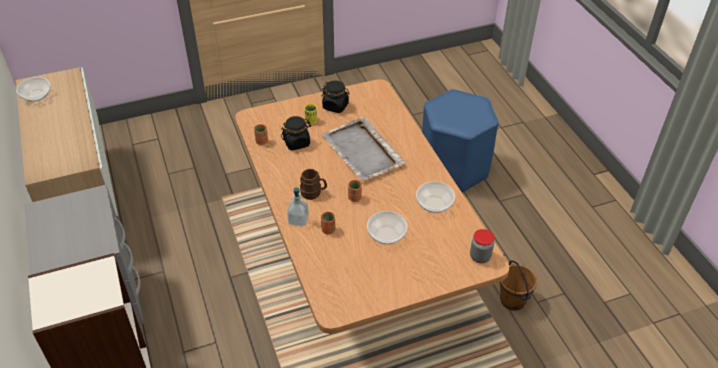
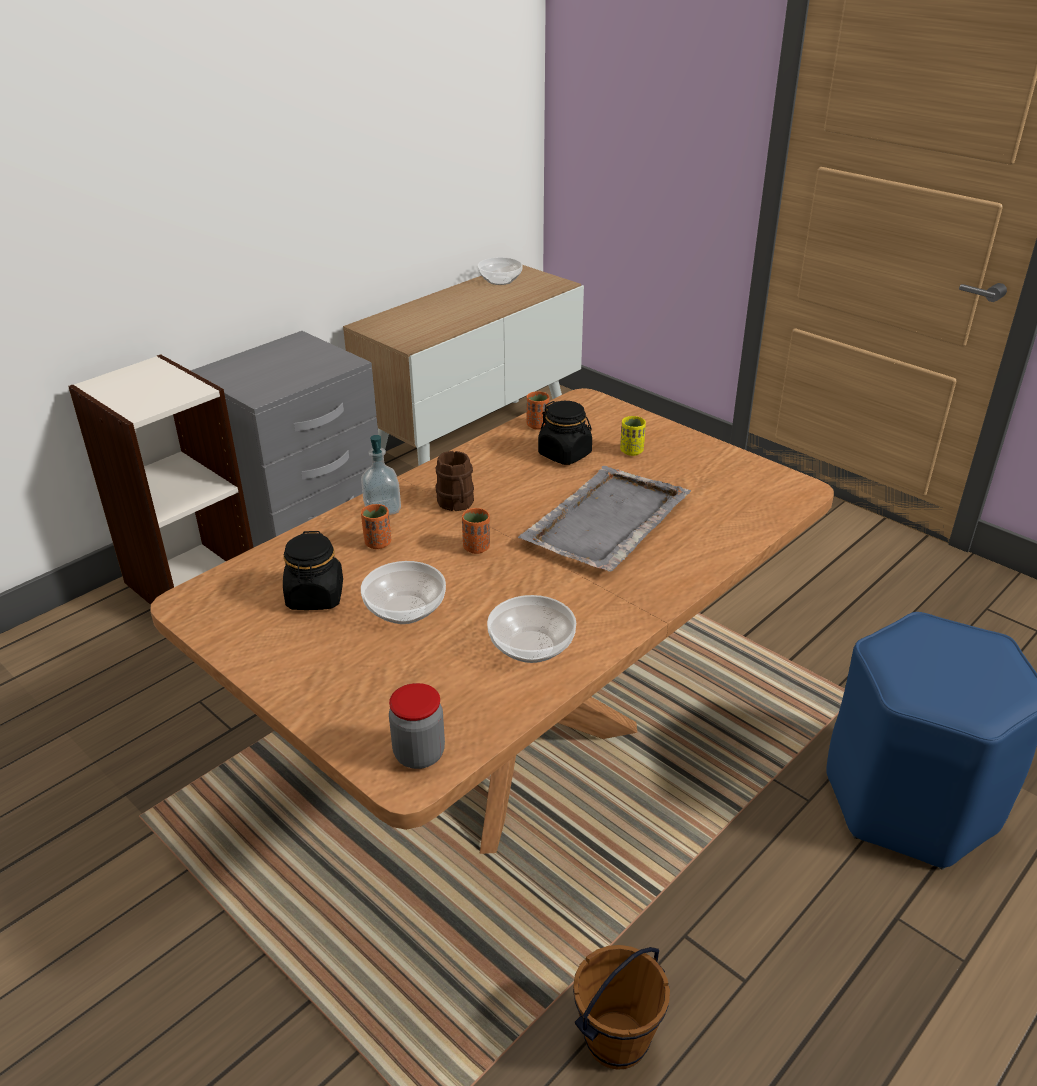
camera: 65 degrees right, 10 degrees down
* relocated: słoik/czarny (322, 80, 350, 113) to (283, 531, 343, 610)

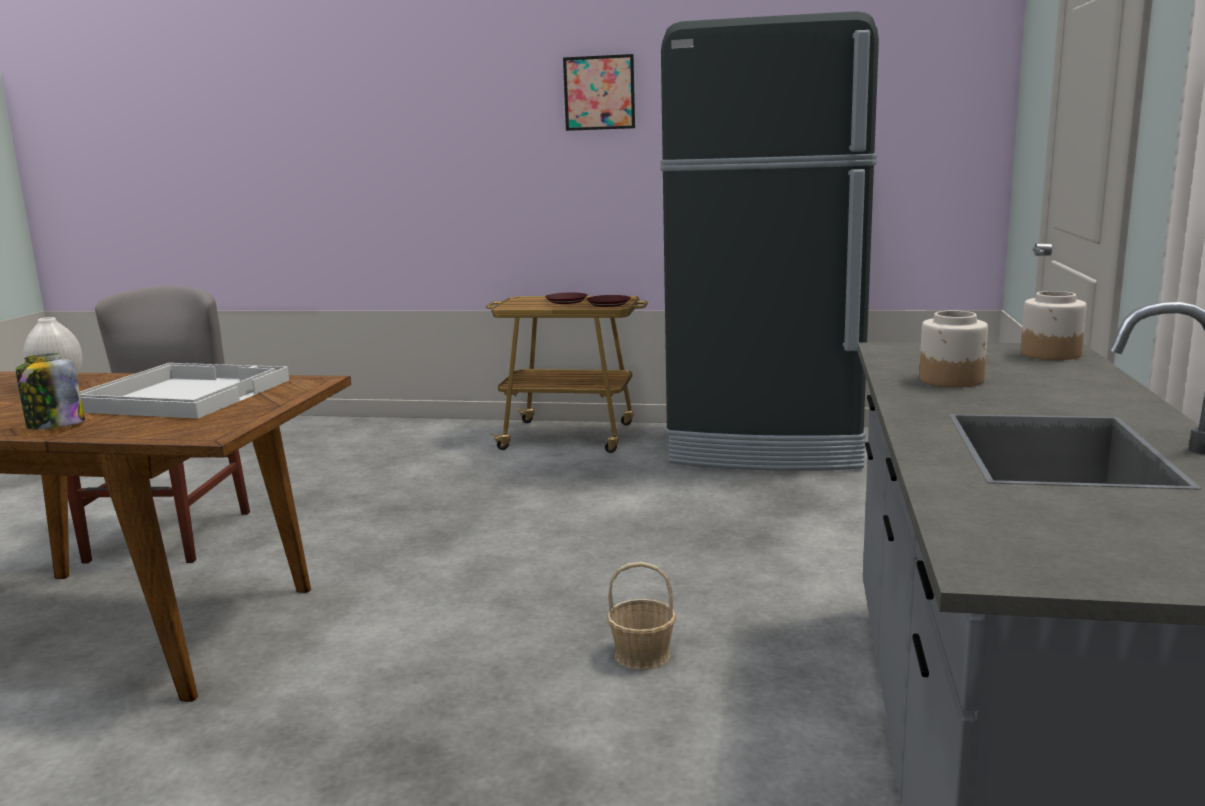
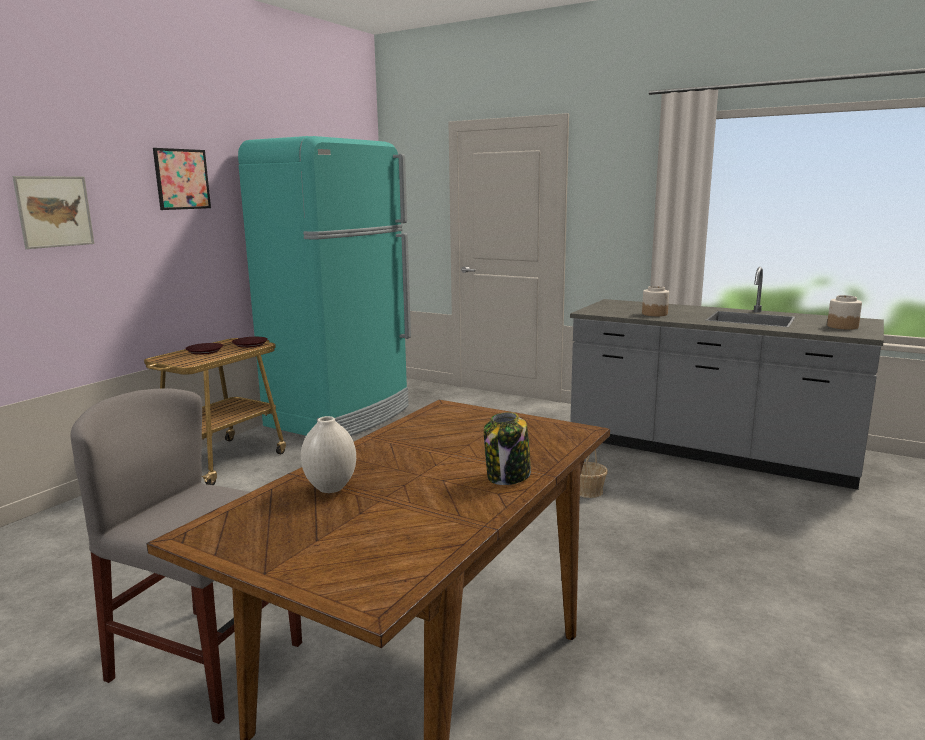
camera: 70 degrees left, 0 degrees up
* appeared: obraz (12, 176, 94, 249)
* colour: lodówka/czarny (660, 11, 879, 471) to lodówka/turkusowy (238, 136, 411, 436)
* relocated: słoik (1021, 291, 1087, 360) to (827, 295, 862, 330)
* missing: taca/biały (80, 363, 289, 419)

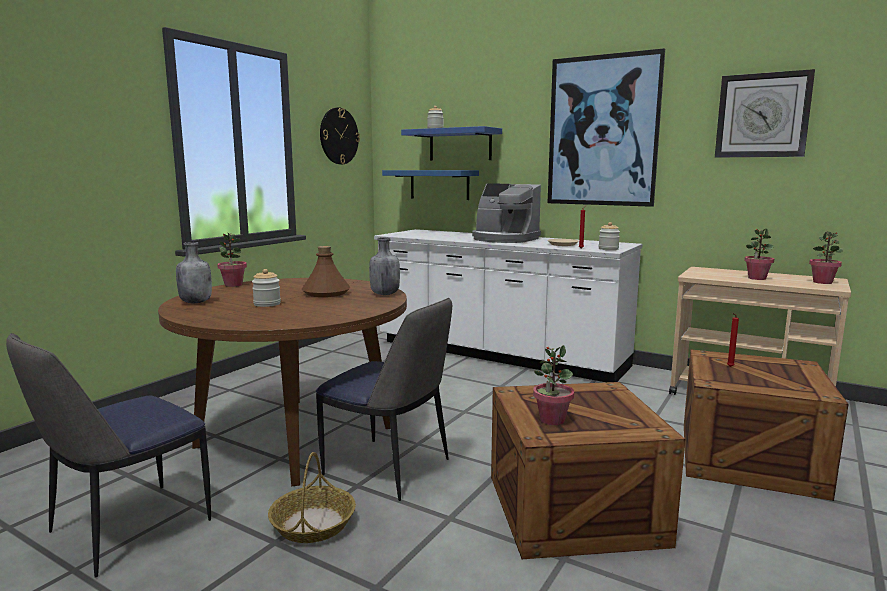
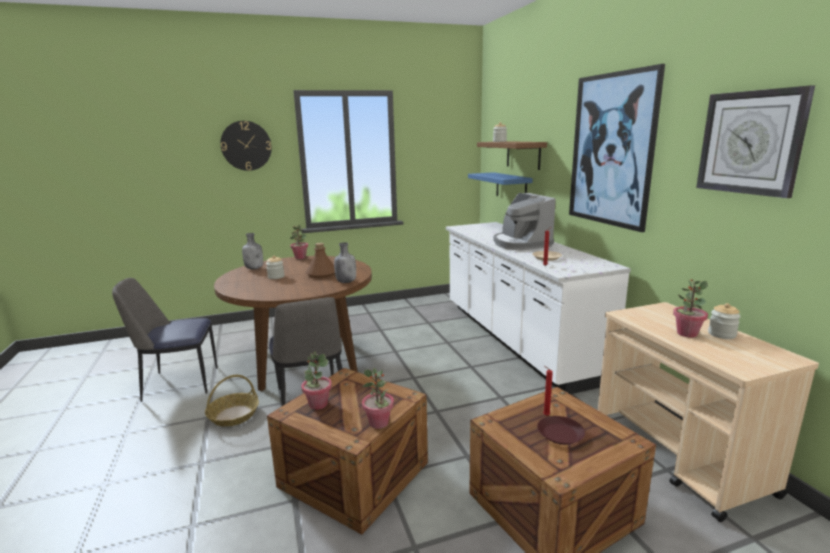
camera: 40 degrees right, 5 degrees up
* relocated: zegar ścienny (320, 107, 360, 164) to (220, 121, 272, 171)
* relocated: roślina doniczkowa (809, 231, 843, 284) to (362, 368, 394, 429)
* colour: półka/niebieski (401, 126, 502, 161) to półka/brązowy (477, 141, 547, 170)
* appeared: talerz/brązowy (537, 416, 585, 445)
* relocated: słoik (598, 222, 620, 250) to (708, 303, 741, 339)

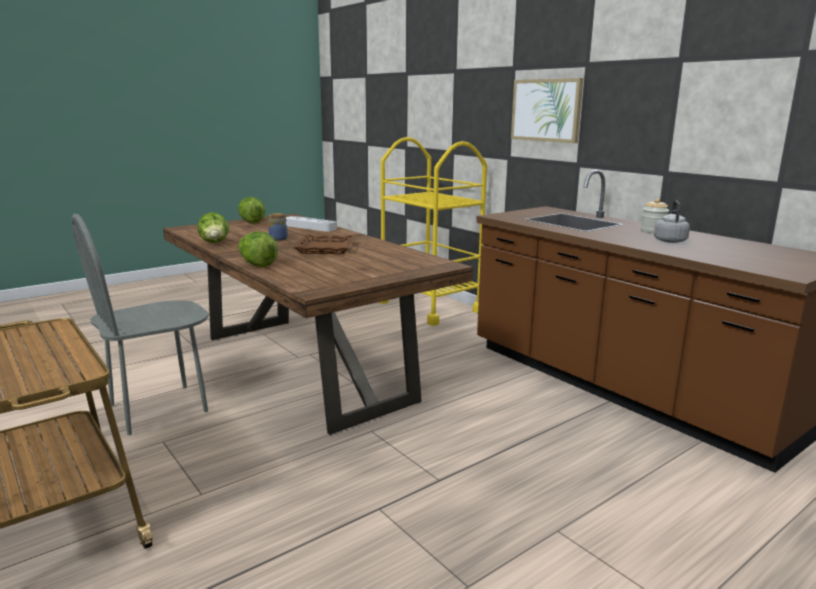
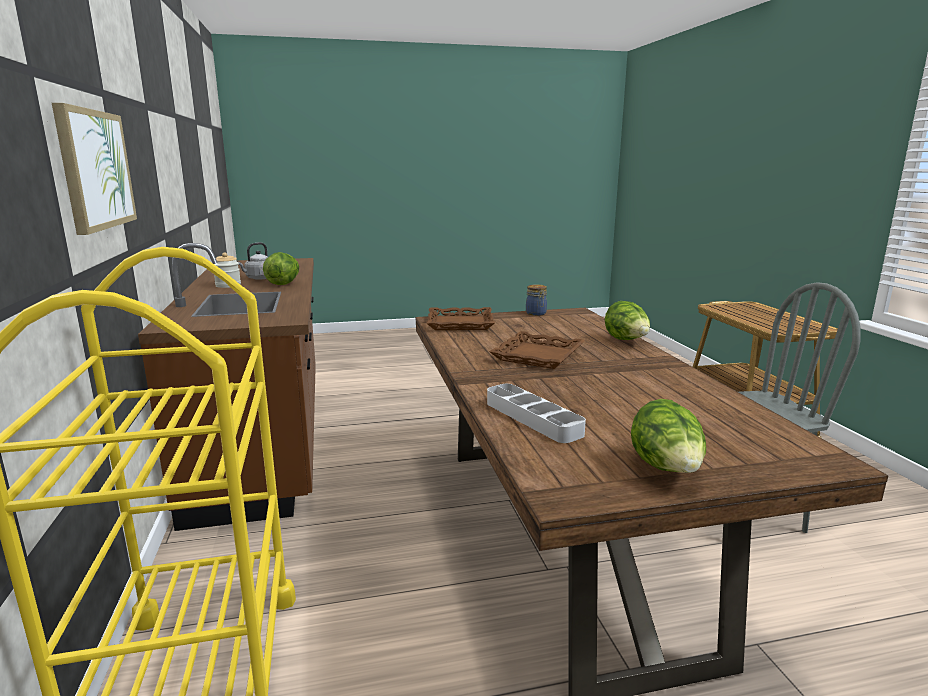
camera: 155 degrees left, 0 degrees up
* relocated: sałata (197, 212, 229, 243) to (263, 252, 299, 285)
* appeared: taca/brązowy (426, 307, 495, 330)
* relocated: słoik (268, 213, 288, 241) to (526, 284, 547, 316)

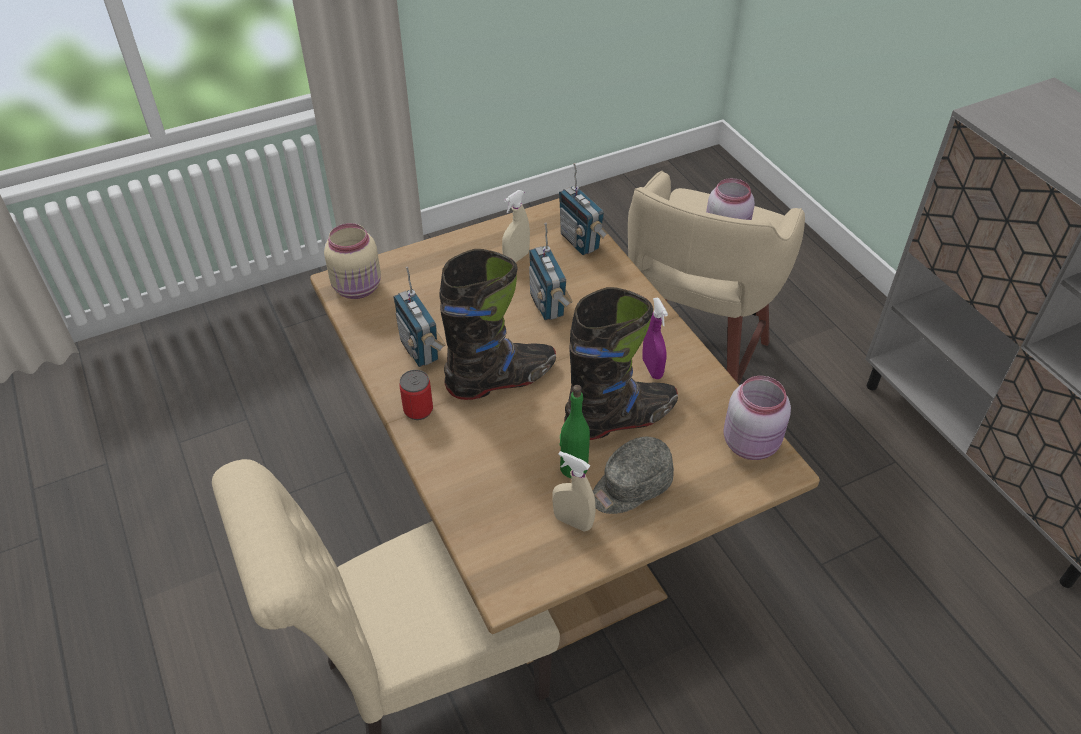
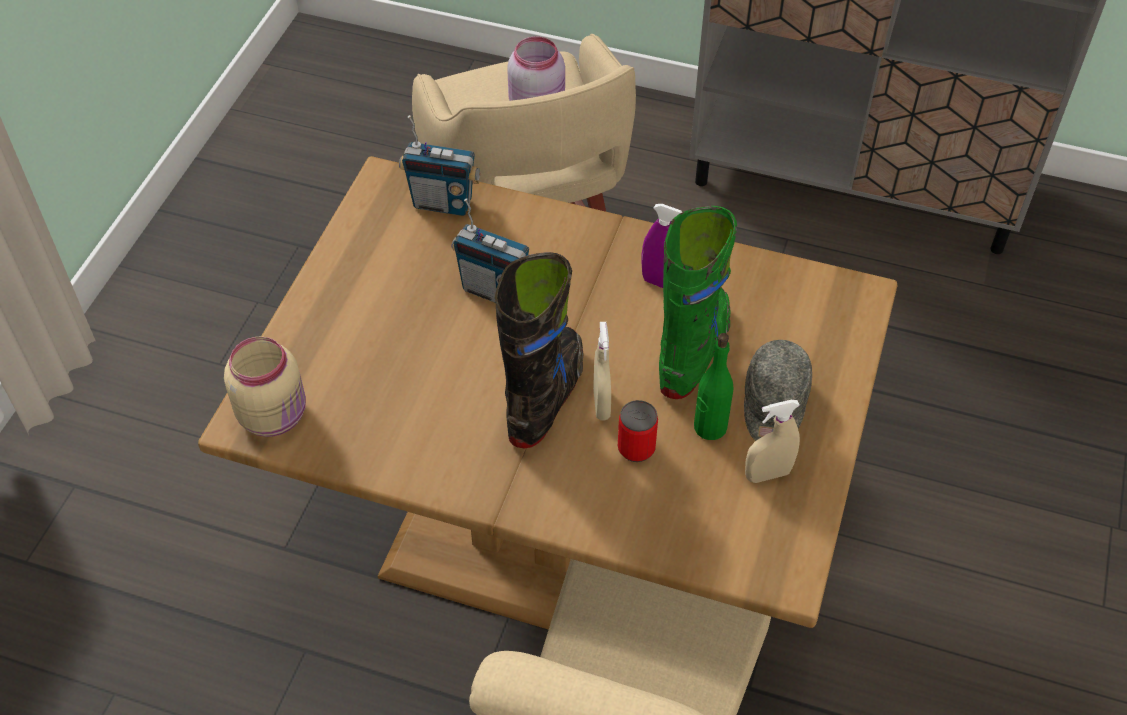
camera: 45 degrees left, 5 degrees up
* relocated: spryskiwacz/beżowy (502, 190, 530, 263) to (593, 322, 611, 421)
* relocated: puszka (399, 370, 433, 420) to (618, 400, 658, 462)
* colour: but z cholewką/czarny (564, 287, 678, 440) to but z cholewką/zielony (659, 206, 737, 399)
* missing: radio (393, 267, 446, 367)
* missing: słoik/różowy (723, 376, 791, 460)

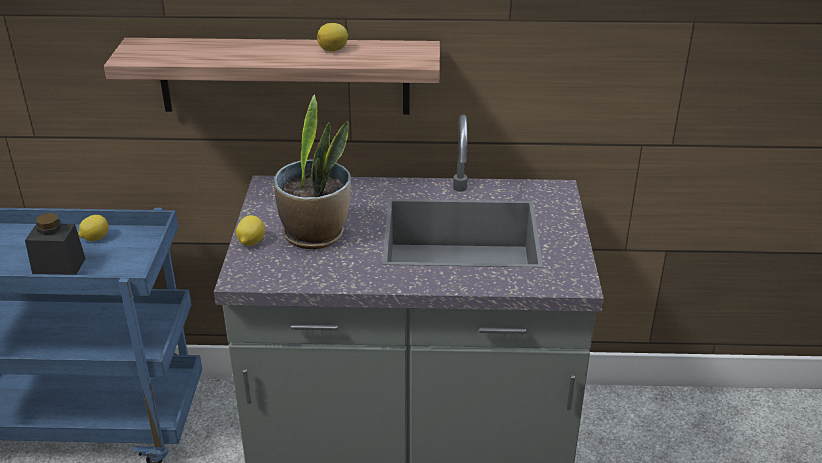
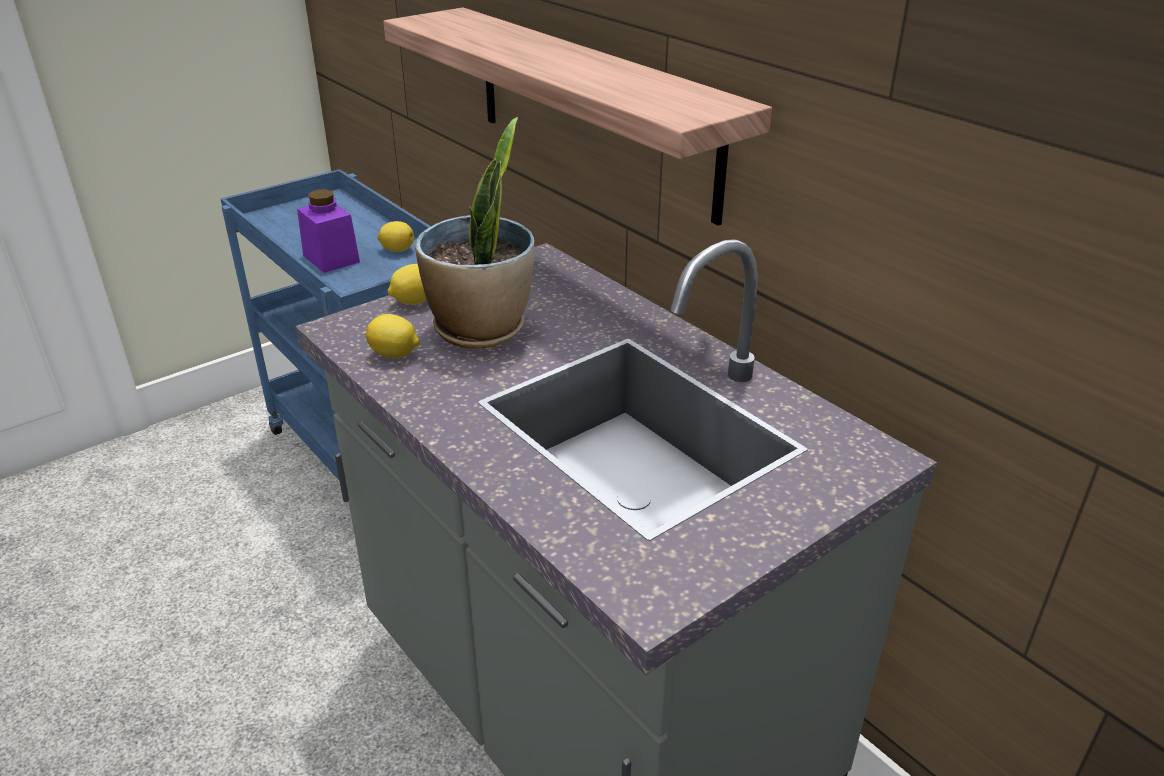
camera: 50 degrees right, 0 degrees up
* colour: słoik/czarny (25, 213, 86, 275) to słoik/fioletowy (297, 189, 360, 273)
* relocated: cytryna (317, 23, 348, 51) to (366, 314, 420, 358)

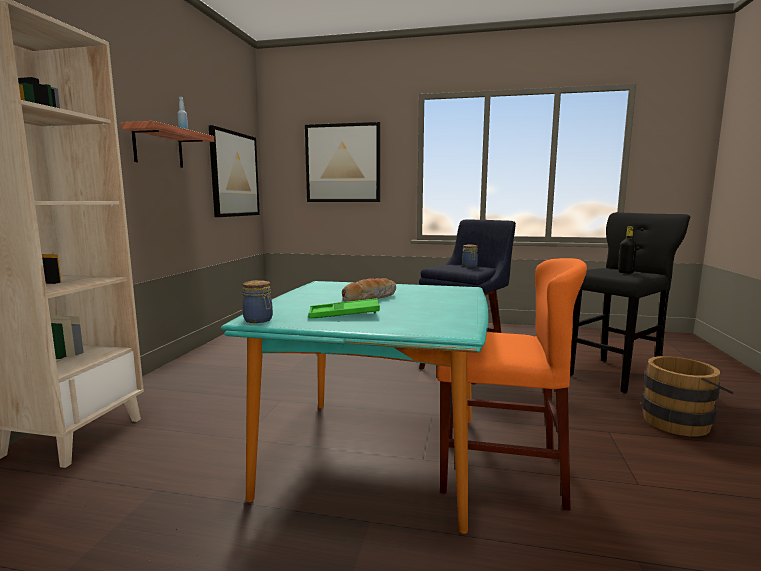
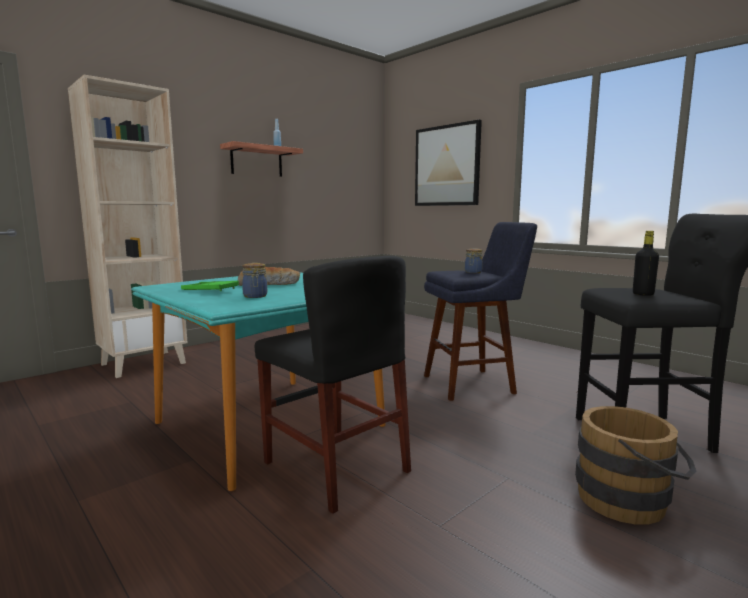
camera: 35 degrees right, 0 degrees up
* relocated: słoik (242, 280, 273, 323) to (242, 263, 267, 298)
* colour: krzesło/pomarańczowy (437, 258, 587, 511) to krzesło/czarny (255, 256, 411, 514)
* missing: obraz (209, 125, 260, 217)

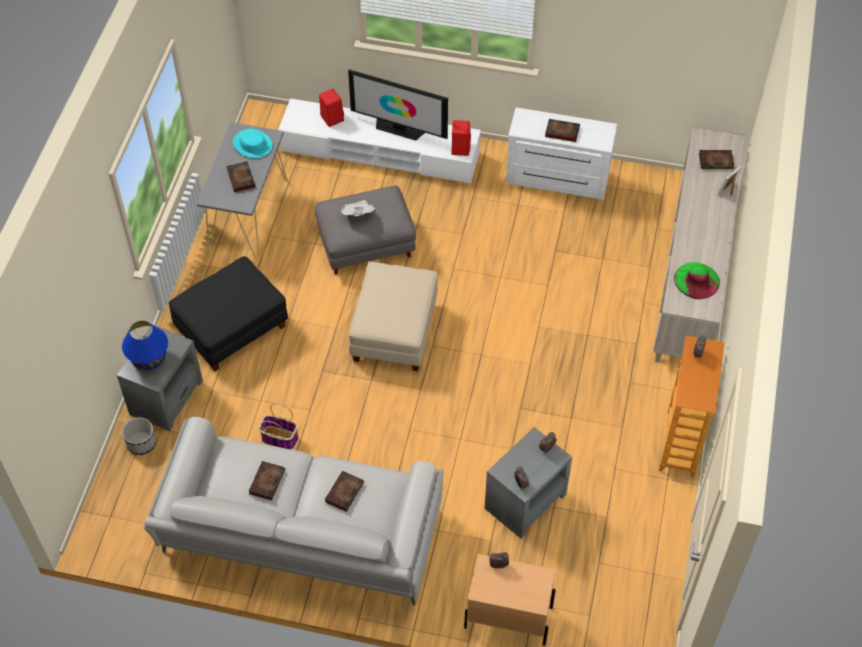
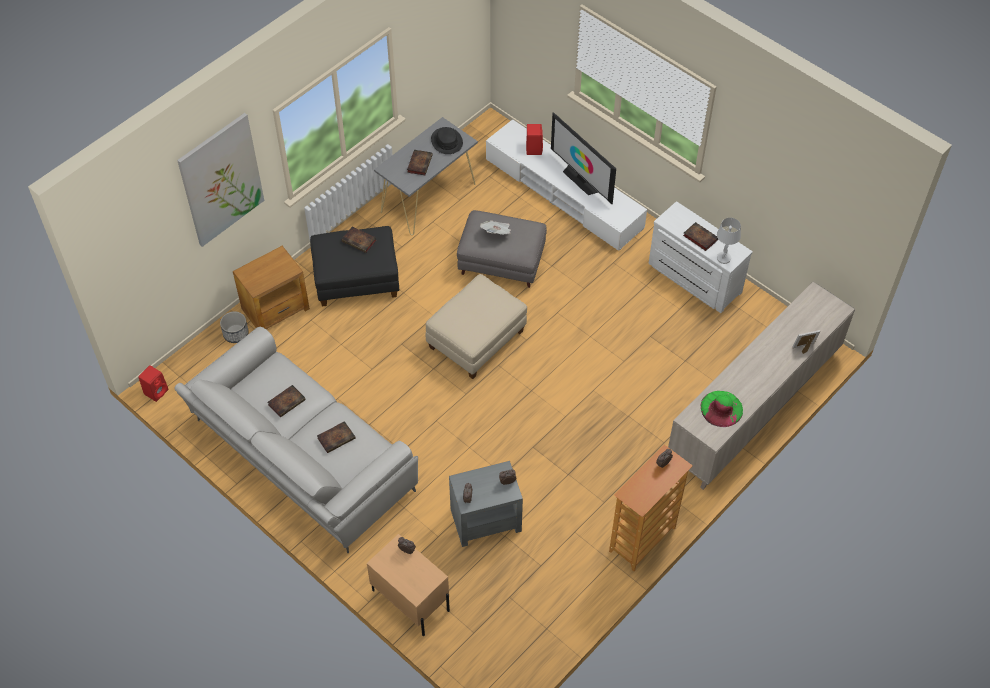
camera: 30 degrees right, 0 degrees up
* relocated: głośnik/czerwony (451, 120, 471, 156) to (138, 365, 168, 402)
* appeared: obraz (177, 113, 264, 247)
* colour: stolik/szary (117, 324, 203, 431) to stolik/brązowy (233, 246, 310, 329)
* relocated: książka (699, 150, 734, 169) to (342, 226, 377, 253)
* colour: kapelusz/turkusowy (233, 129, 273, 158) to kapelusz/czarny (431, 127, 463, 154)
* appeared: lampa stołowa/biały (717, 218, 741, 264)
* missing: lampa stołowa/niebieski (122, 321, 168, 370)
* missing: koszyk (259, 404, 298, 449)

